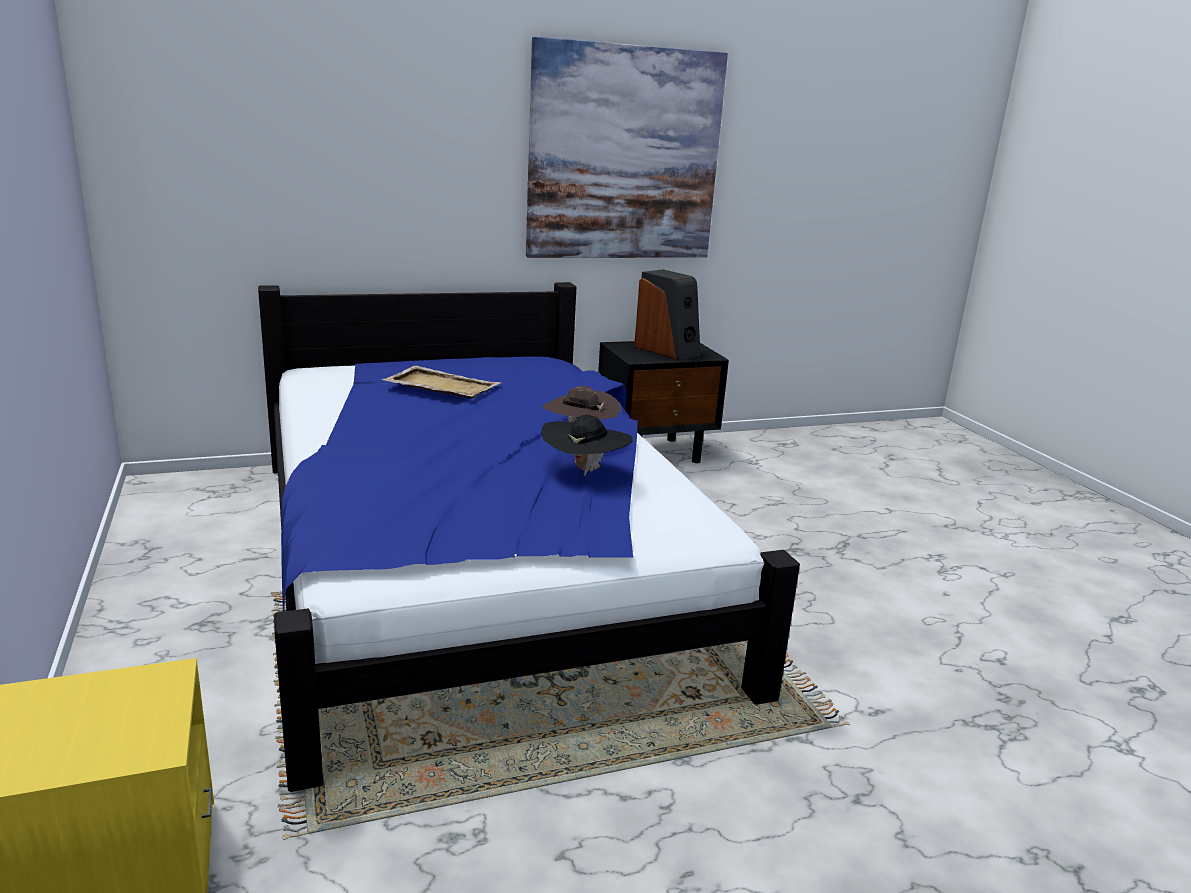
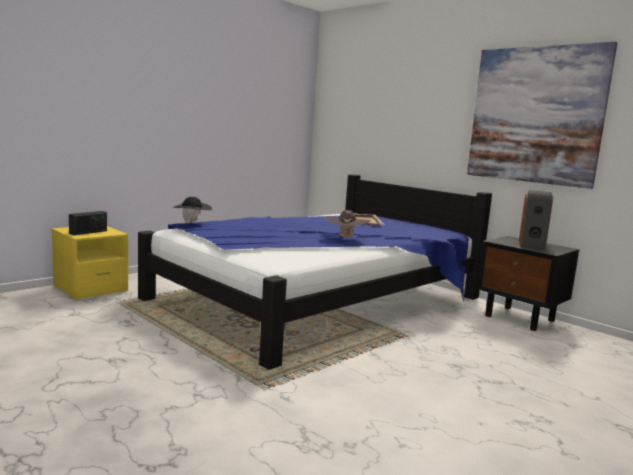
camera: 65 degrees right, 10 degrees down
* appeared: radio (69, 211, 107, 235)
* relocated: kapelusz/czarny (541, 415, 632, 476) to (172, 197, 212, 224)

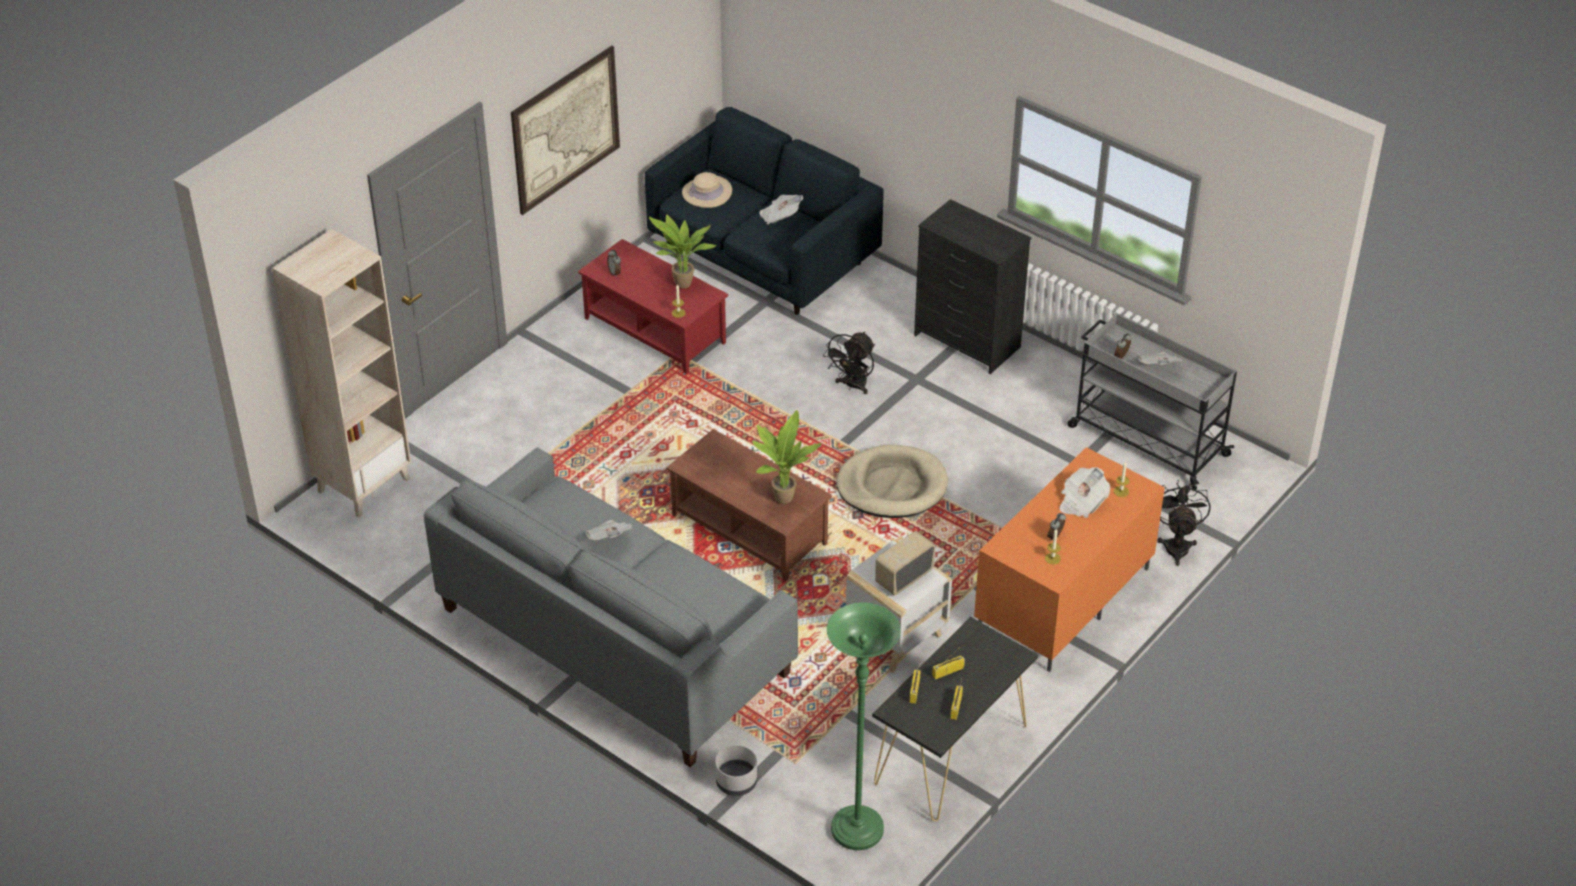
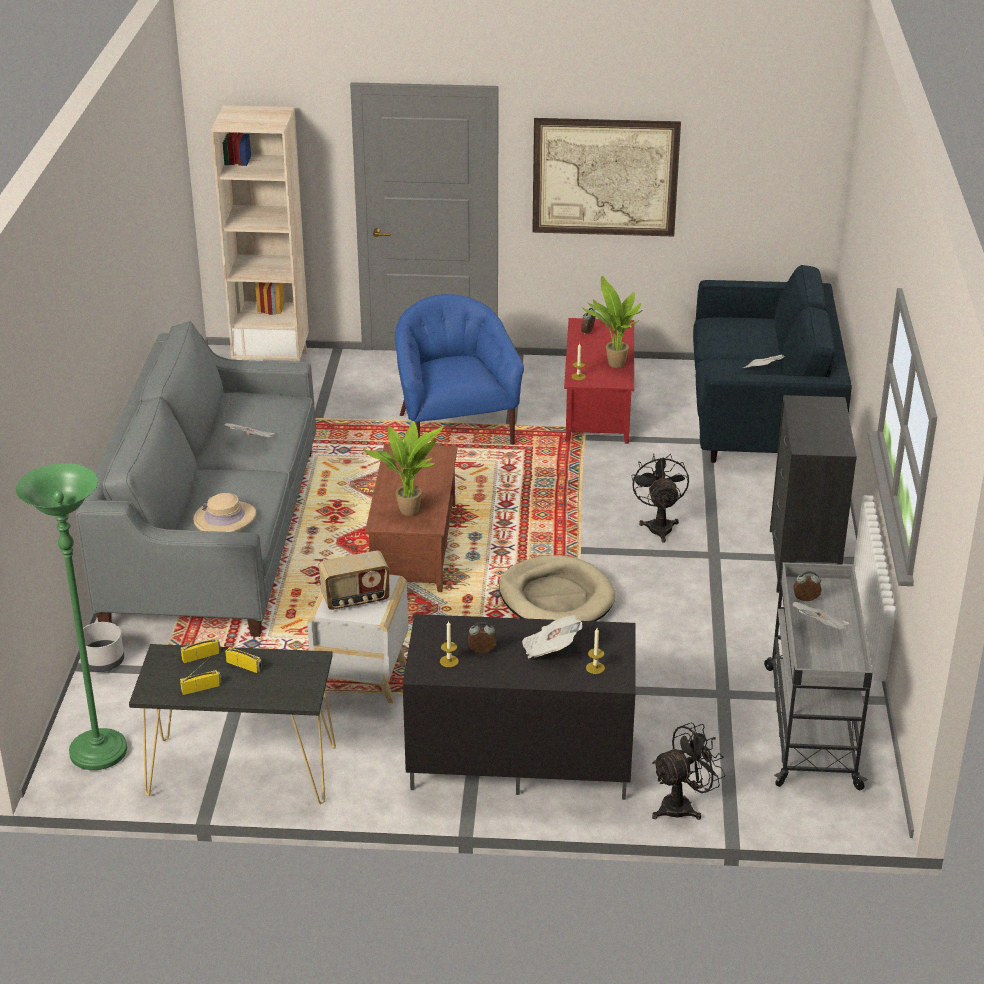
camera: 55 degrees right, 10 degrees down
* relocated: kapelusz/beżowy (682, 172, 732, 208) to (193, 493, 256, 532)
* spun: radio (876, 531, 935, 596) = (319, 550, 389, 610) 150 degrees clockwise
* appeared: fotel/niebieski (395, 294, 524, 445)
* colour: szafka pod telewizor/pomarańczowy (974, 447, 1165, 672) to szafka pod telewizor/czarny (403, 614, 635, 800)
* spun: wentylator/czarny (823, 332, 875, 394) = (631, 453, 689, 543) 90 degrees clockwise

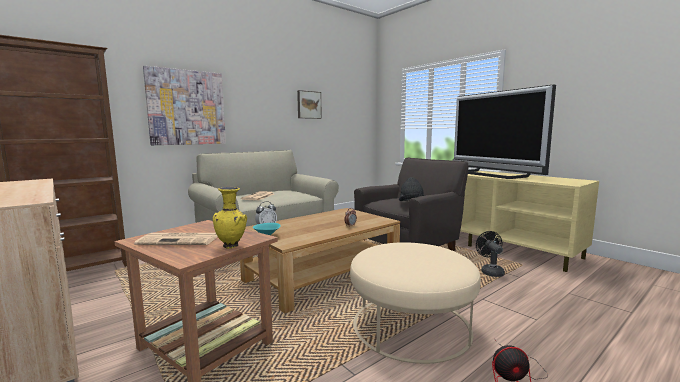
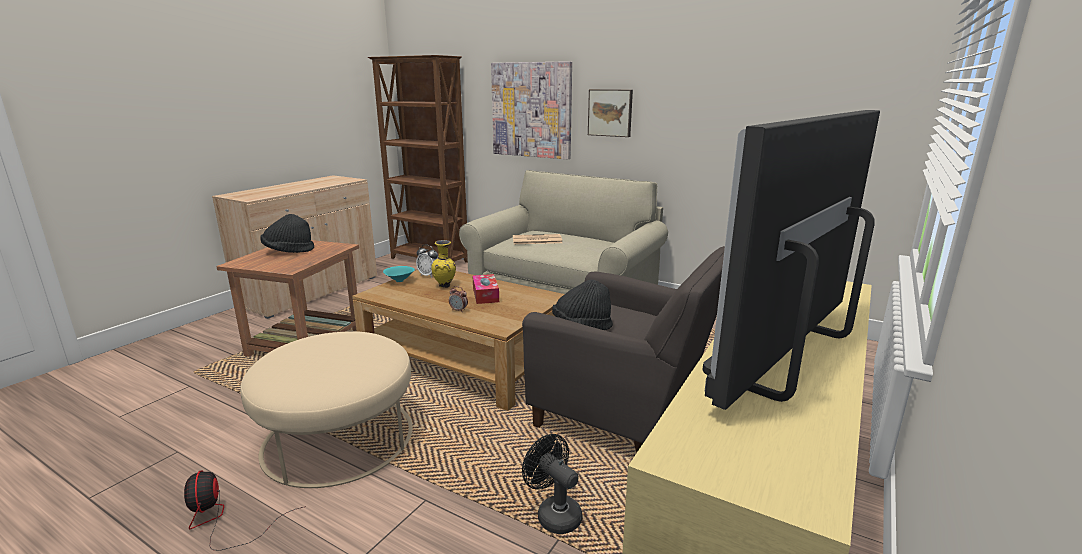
camera: 70 degrees right, 10 degrees up
* exchanged: gazeta (134, 233, 218, 245) to kapelusz/czarny (260, 214, 314, 253)
* relocated: wazon/żółty (213, 187, 247, 249) to (431, 240, 456, 288)
* appeared: pudełko chusteczek (472, 274, 499, 304)
* spun: wentylator/czarny (476, 231, 505, 277) = (522, 434, 582, 534) 105 degrees counterclockwise
* relocated: obraz (297, 90, 322, 119) to (588, 89, 633, 137)

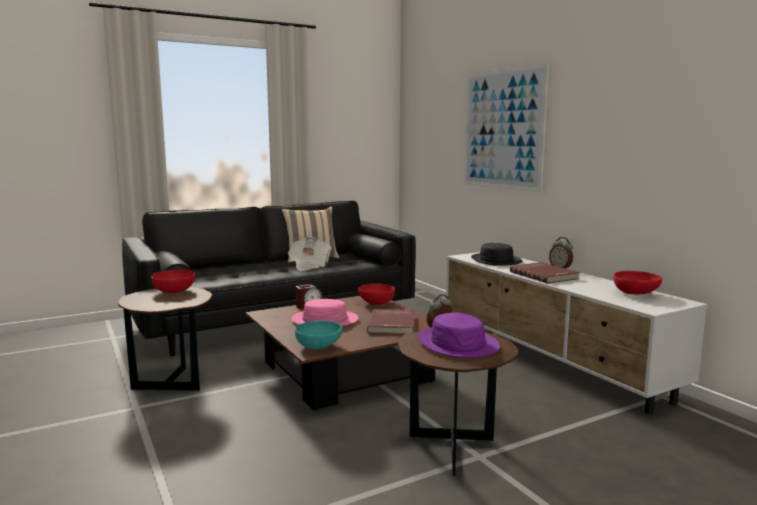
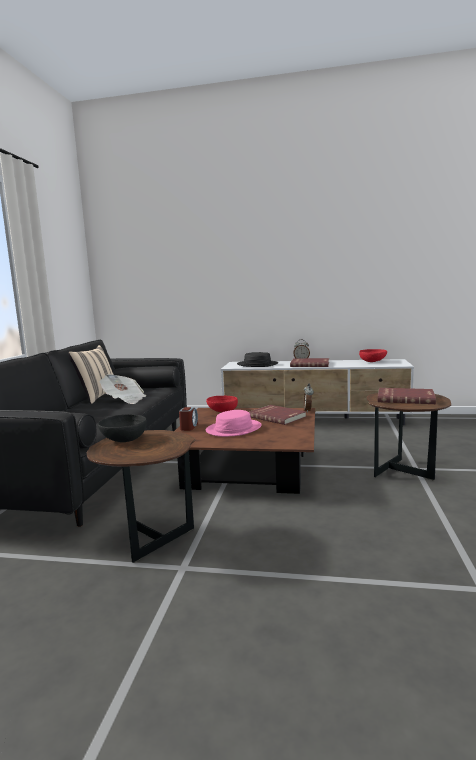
camera: 50 degrees left, 0 degrees up
* colour: miska/czerwony (151, 270, 195, 293) to miska/czarny (98, 414, 147, 442)
* exchanged: kapelusz/fioletowy (418, 312, 500, 358) to książka/czerwony (378, 388, 436, 404)
* missing: miska/turkusowy (295, 321, 343, 349)
* missing: obraz (464, 63, 549, 193)

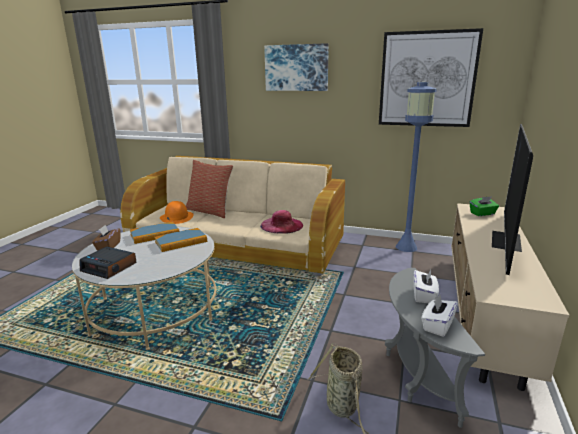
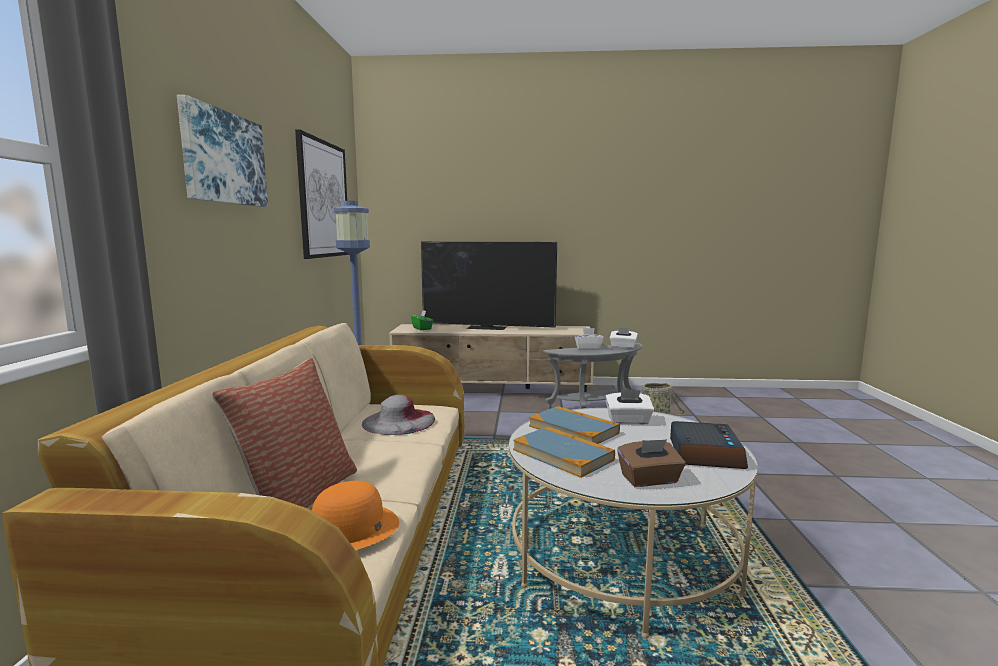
camera: 105 degrees left, 10 degrees down
* colour: kapelusz/różowy (260, 210, 303, 234) to kapelusz/szary (362, 395, 435, 435)
* appeared: pudełko chusteczek/biały (605, 389, 654, 425)

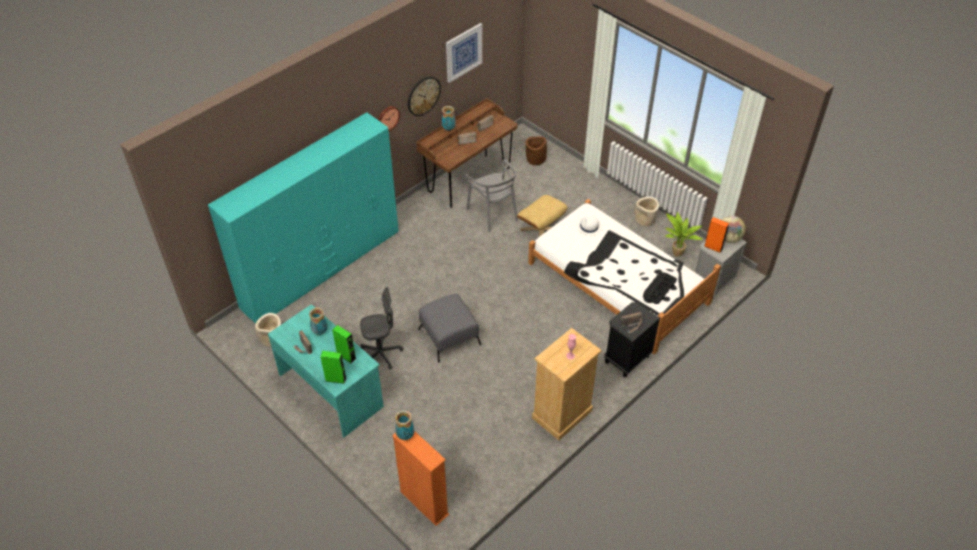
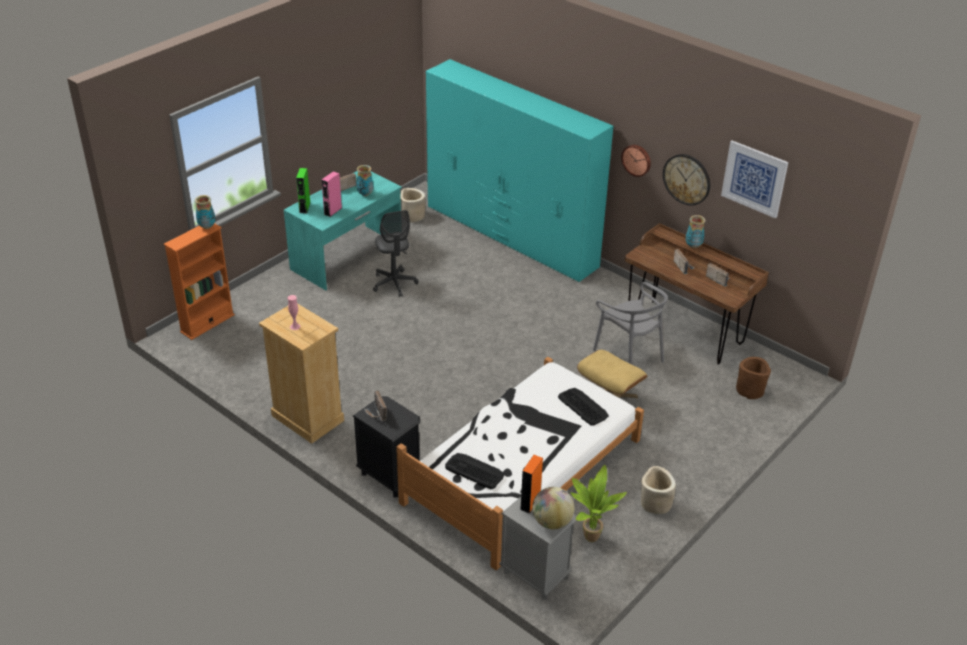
camera: 85 degrees right, 10 degrees down
* colour: głośnik/zielony (332, 325, 356, 364) to głośnik/różowy (321, 171, 342, 217)
* exchanged: kapelusz/biały (576, 215, 602, 236) to klawiatura (558, 388, 609, 426)
* spun: krzesło/szary (464, 160, 518, 232) = (593, 282, 668, 364) 90 degrees counterclockwise
* missing: pufa/szary (418, 294, 481, 363)

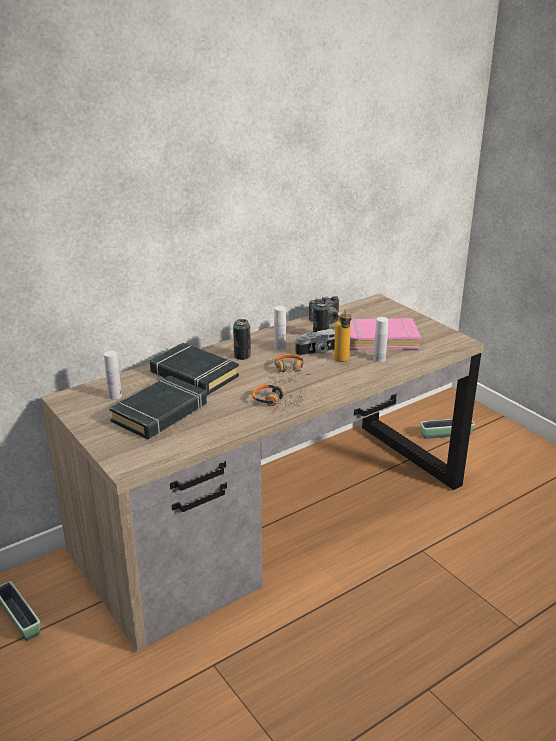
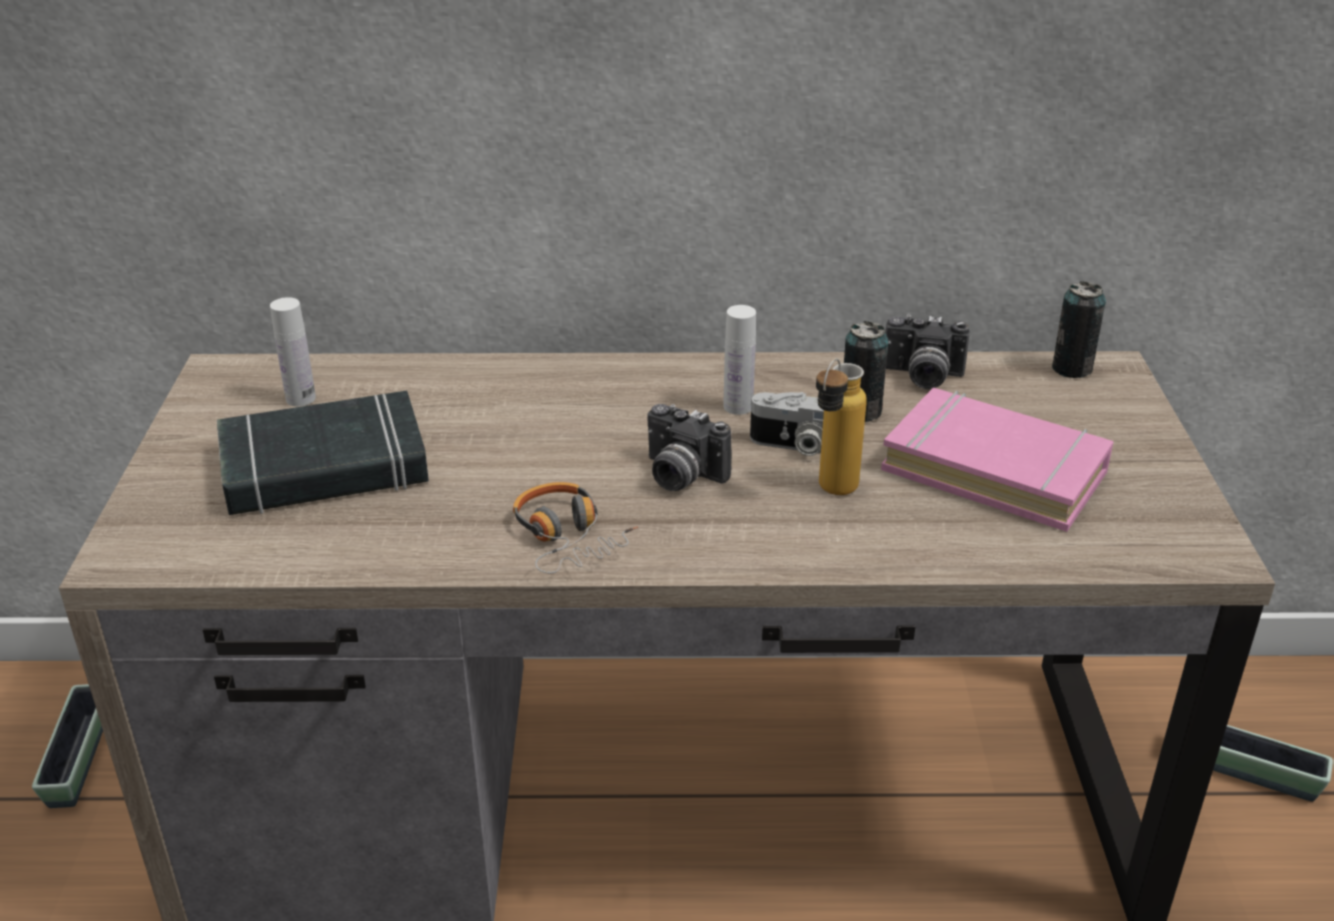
camera: 35 degrees right, 5 degrees up
* exchanged: słuchawki (269, 354, 310, 380) to aparat fotograficzny (648, 404, 732, 491)
* relocated: puszka (233, 319, 251, 360) to (1052, 281, 1106, 378)
* missing: książka/czarny (150, 343, 239, 395)
* missing: butelka/biały (374, 317, 388, 362)

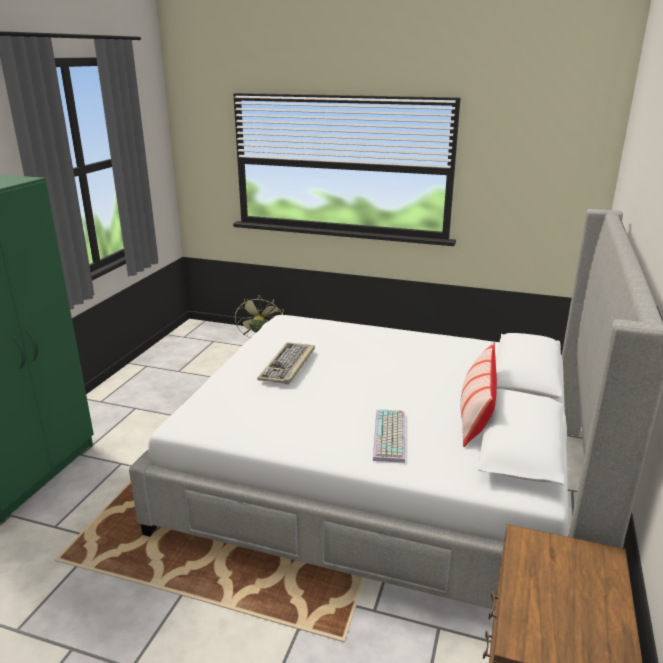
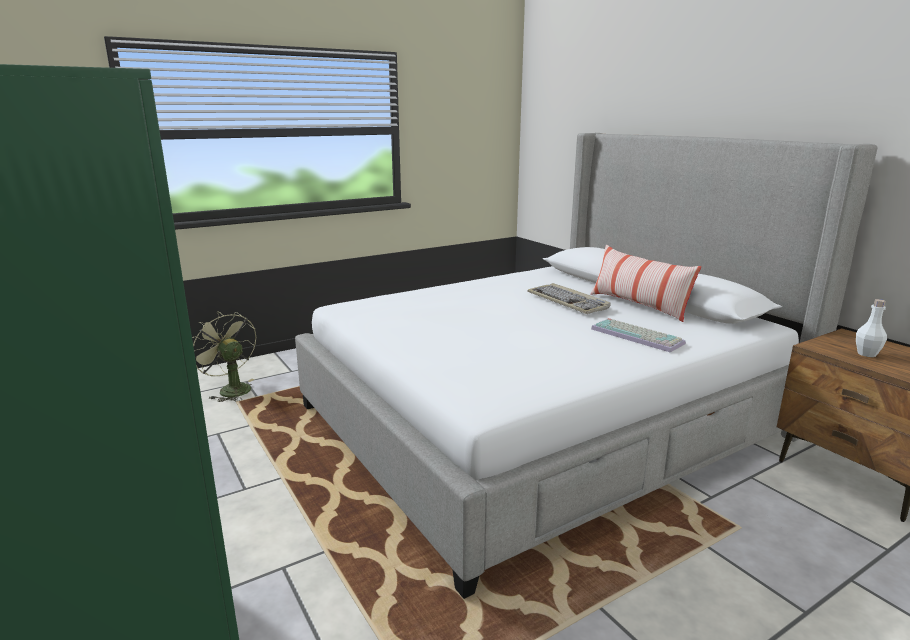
camera: 50 degrees left, 5 degrees down
* relocated: klawiatura (257, 343, 315, 384) to (527, 283, 611, 314)
* appeared: butelka/biały (856, 299, 887, 357)

